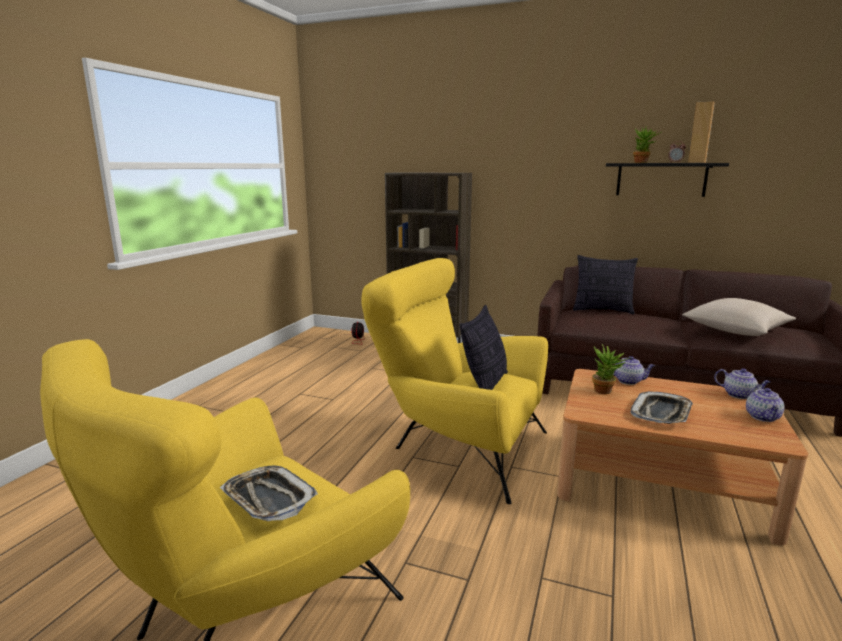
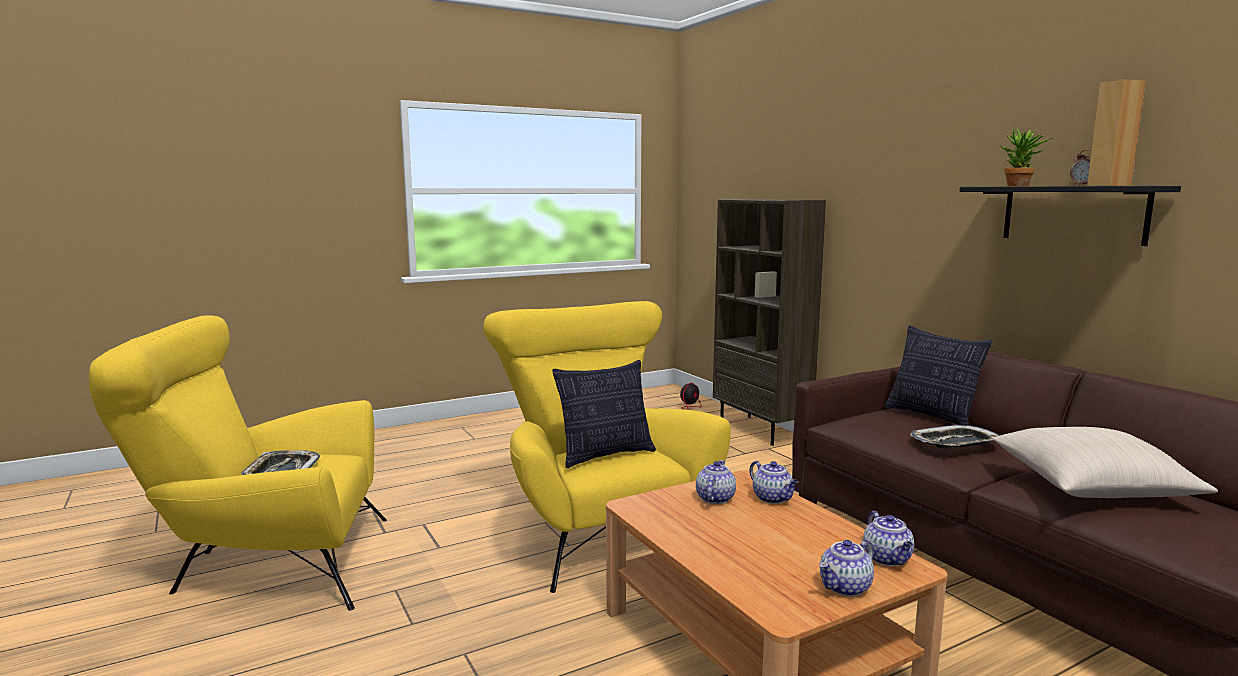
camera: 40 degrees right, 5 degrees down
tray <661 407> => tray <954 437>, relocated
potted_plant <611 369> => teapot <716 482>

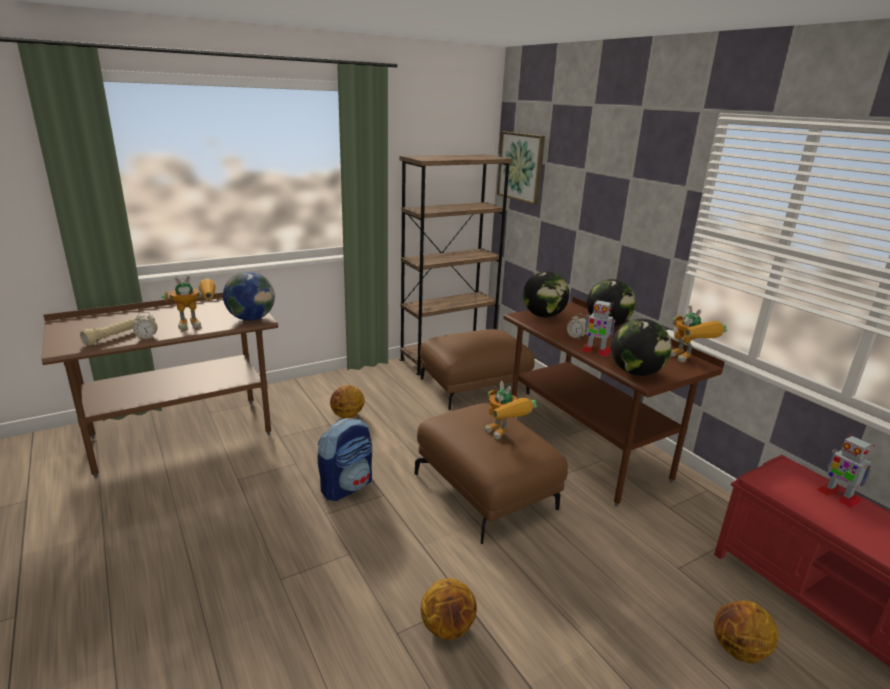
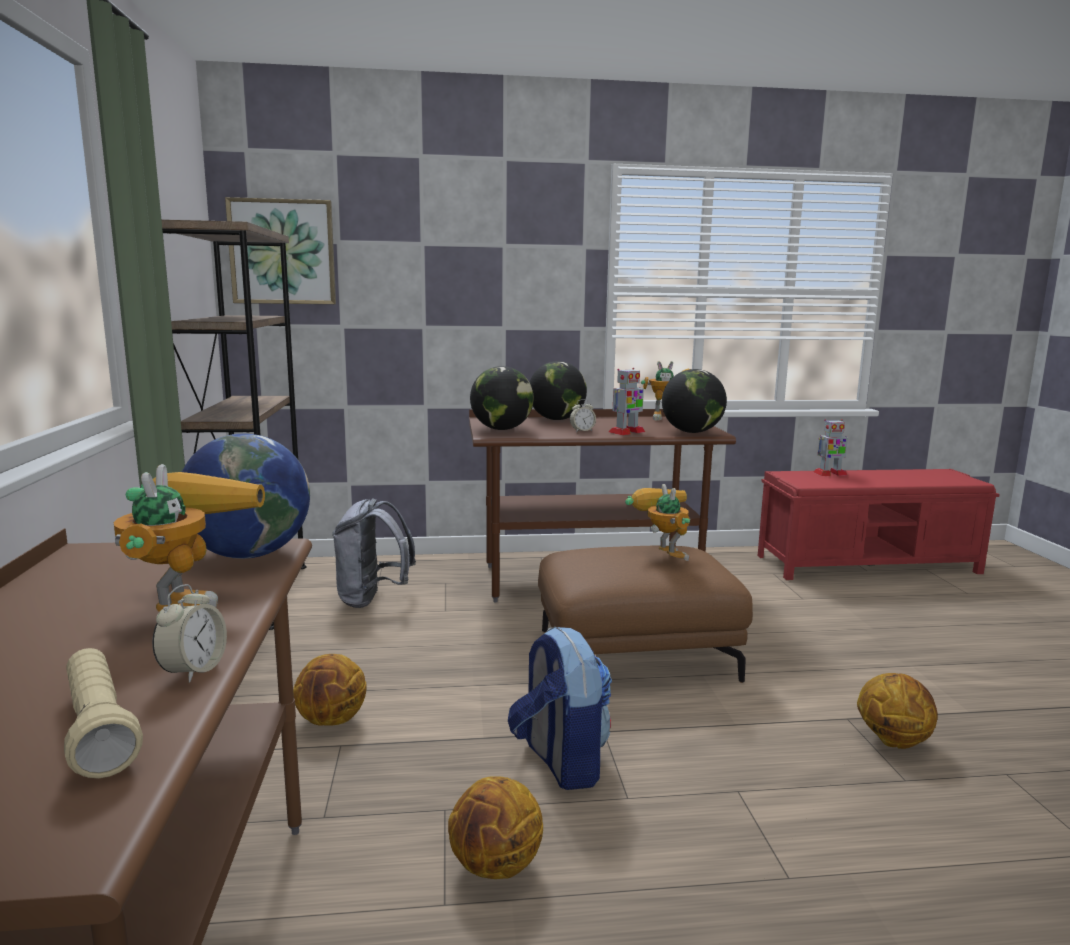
camera: 65 degrees left, 10 degrees down
basketball <746 632> => basketball <495 827>, relocated
brown_ottoman <477 369> => grey_backpack <374 553>
toy_robot <511 410> => toy_robot <657 522>, 105 degrees counterclockwise

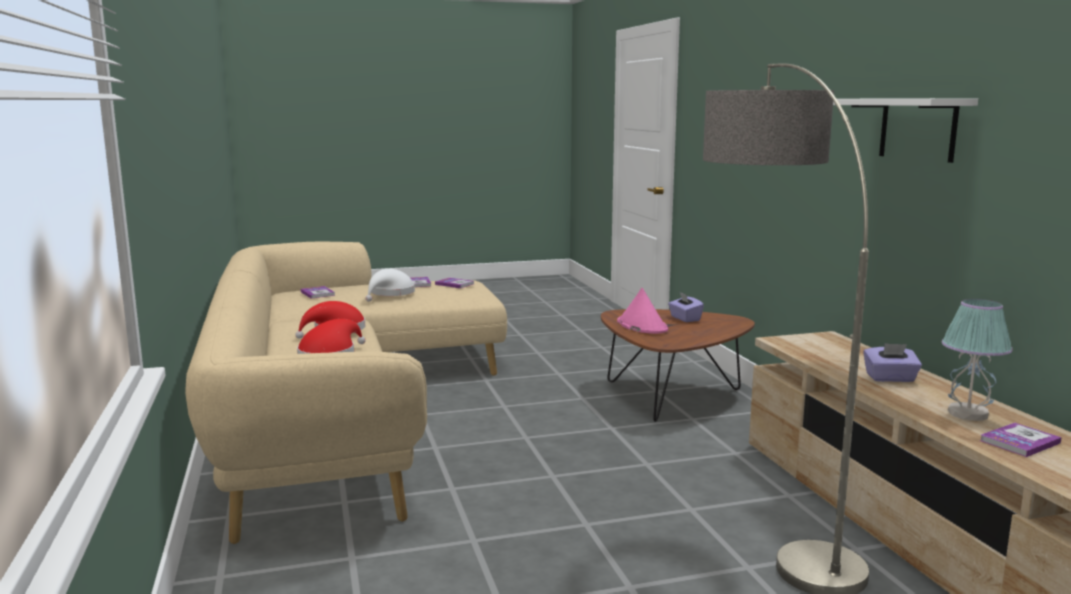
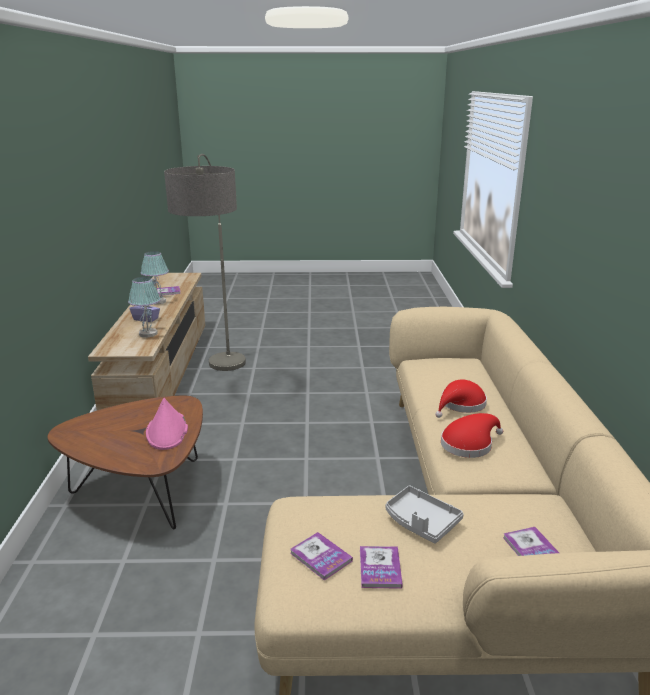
camera: 165 degrees left, 10 degrees up
purple_tissue_box <686 307> => nothing
white_shelf <905 130> => nothing
nothing => table_lamp <144 307>
white_hat <390 285> => grey_tray <425 514>

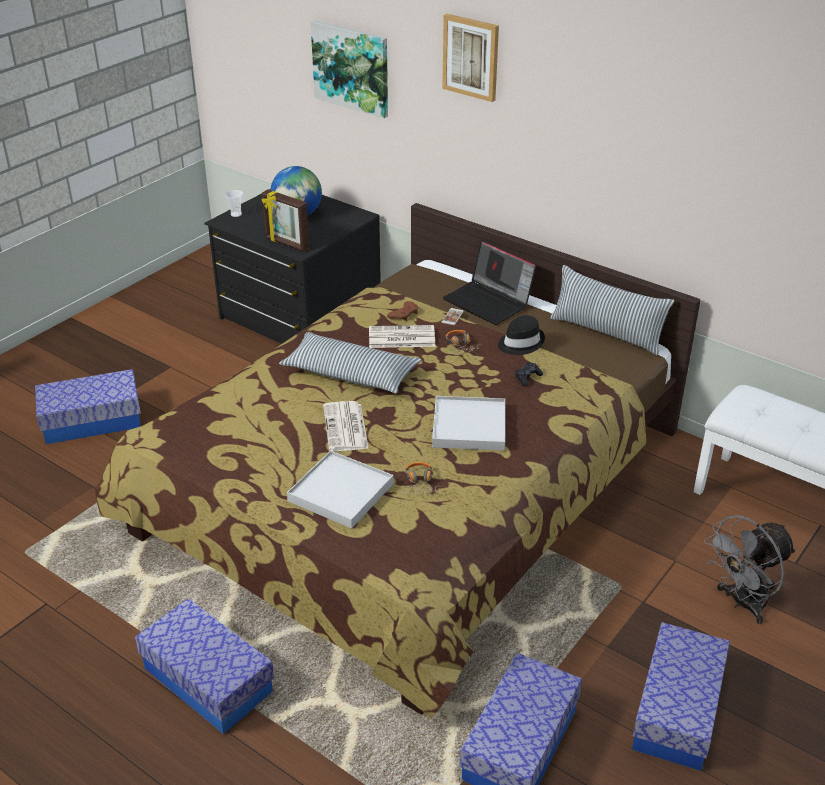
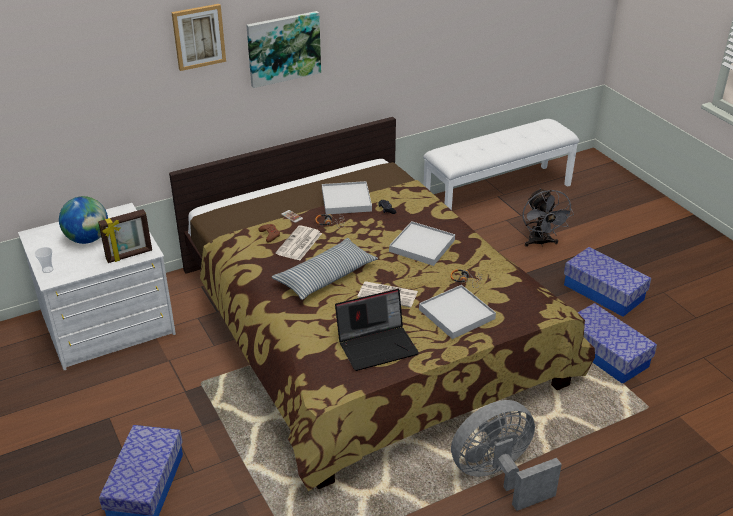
camera: 65 degrees left, 0 degrees up
pillow <612 310> => nothing
picture <349 69> => picture <283 49>, relocated
laptop <490 282> => laptop <377 330>, relocated
storage_box <204 666> => grey_fan <506 455>
black_hat <521 335> => white_tray <347 198>
black_dresser <292 266> => white_dresser <97 286>

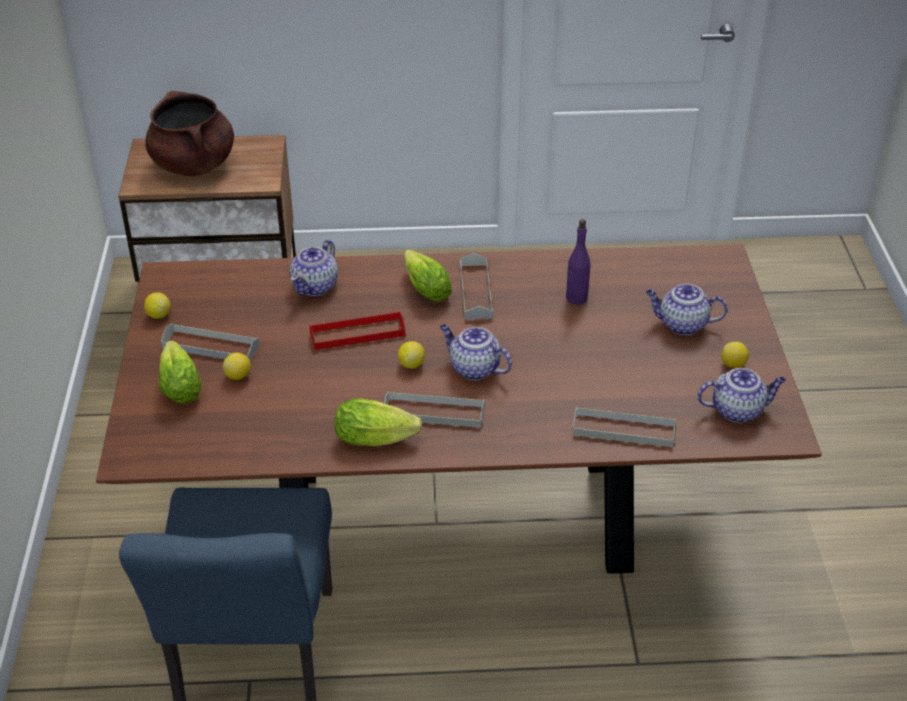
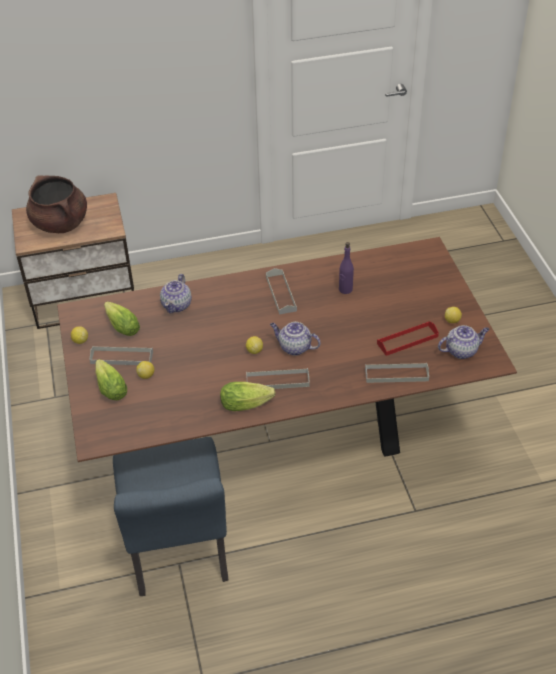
camera: 10 degrees left, 5 degrees up
teapot <686 309> => nothing
red_tray <357 330> => red_tray <408 338>, relocated
lettuce <428 275> => lettuce <122 318>, relocated

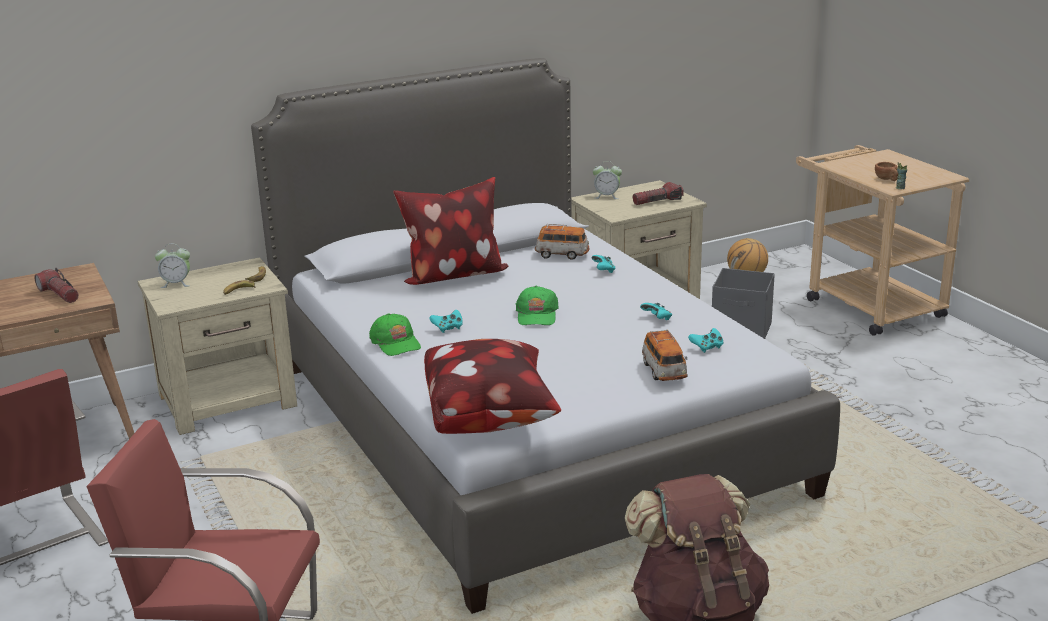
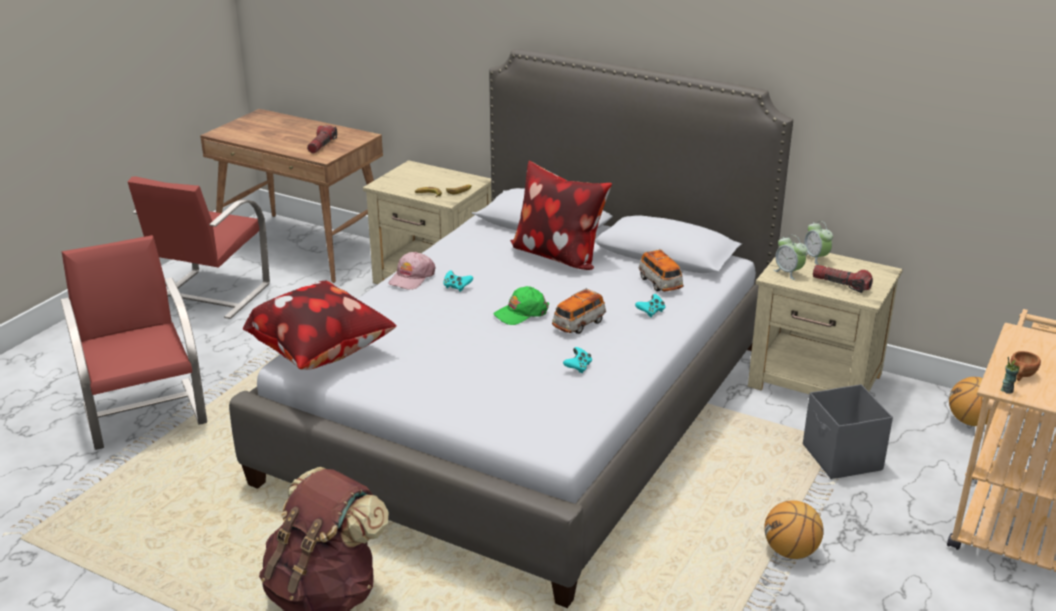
camera: 55 degrees right, 5 degrees up
turquoise_game_controller <705 340> => nothing
nothing => basketball <794 529>
alarm_clock <172 266> => alarm_clock <790 257>, relocated
toy_car <664 355> => toy_car <579 311>, relocated
green_cap <395 334> => pink_cap <412 271>

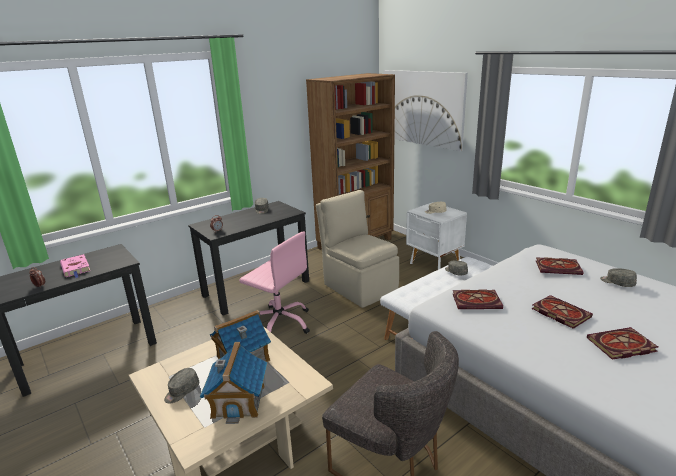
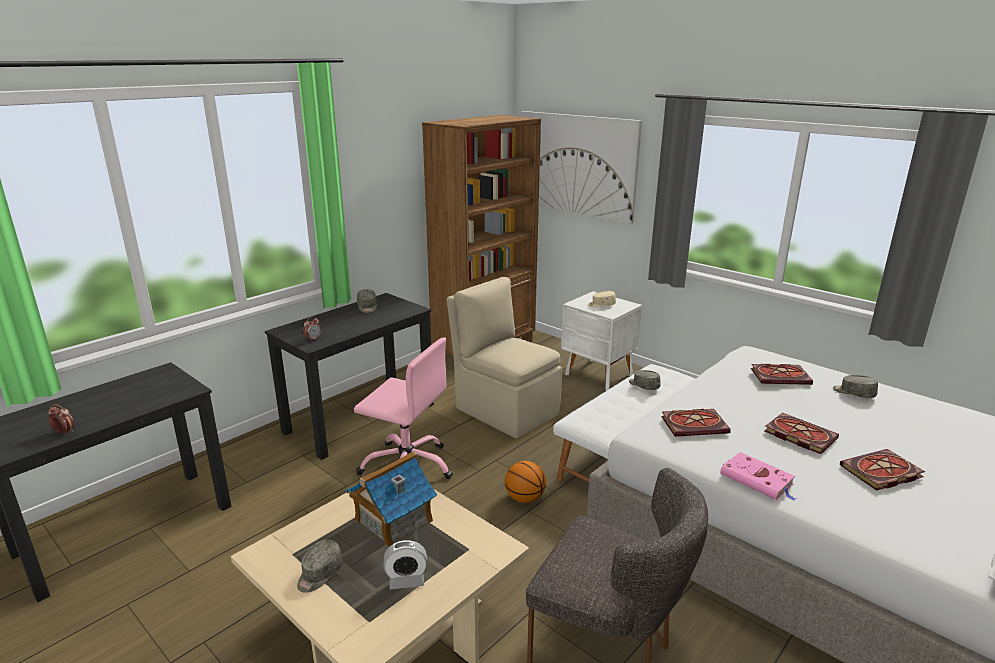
camera: 10 degrees left, 0 degrees up
nothing => basketball <525 482>
pink_book <75 266> => pink_book <758 476>, relocated
toy_house <233 383> => alarm_clock <405 564>

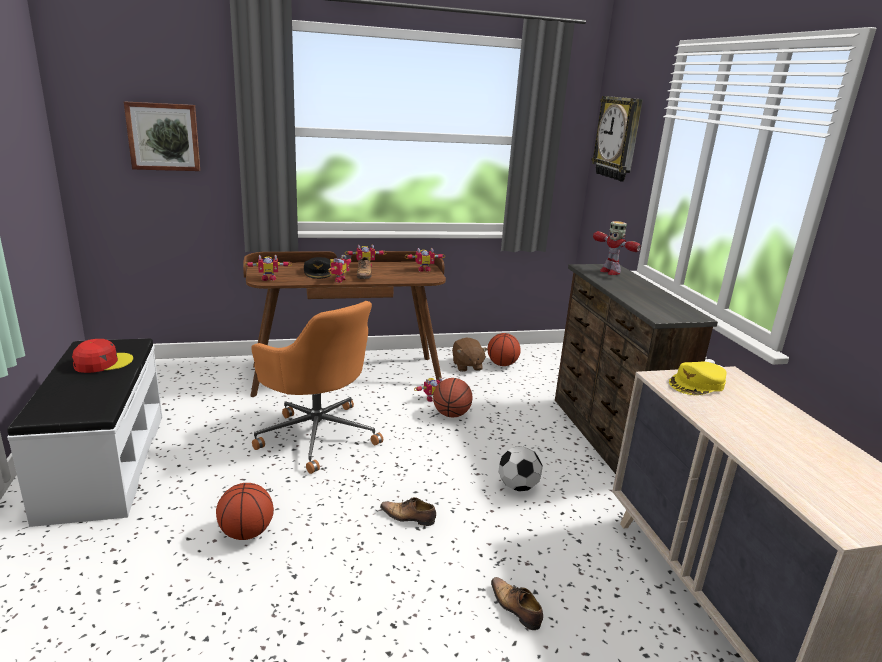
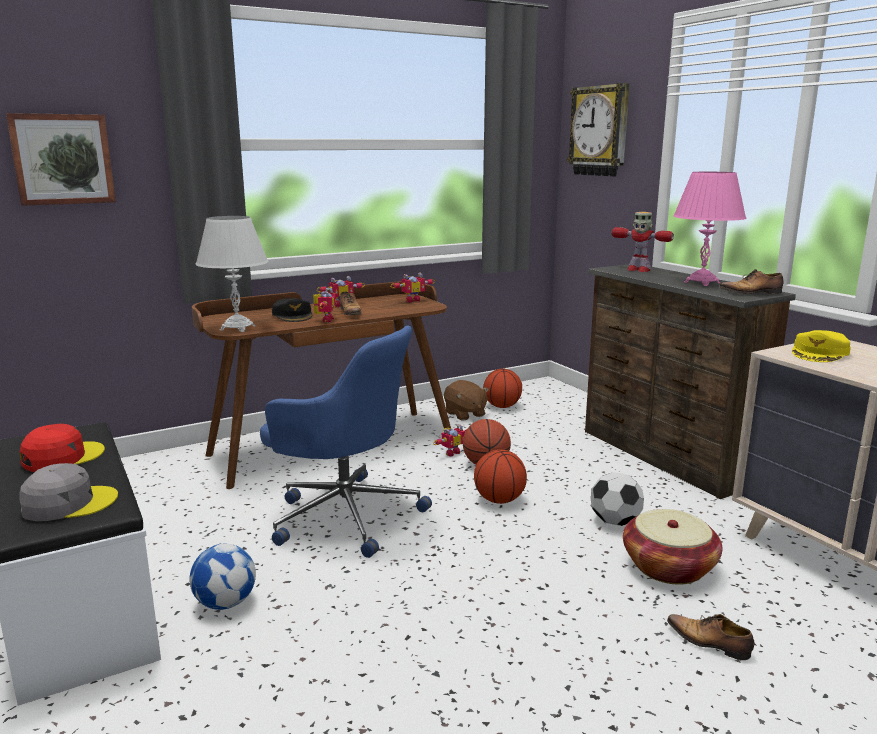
camera: 15 degrees left, 5 degrees down
nothing => grey_cap <68 492>
nothing => football <222 577>
nothing => basket <672 546>
nothing => pink_table_lamp <709 229>
basketball <245 511> => basketball <500 476>, relocated
shoe <408 511> => shoe <751 281>, relocated
toy_robot <268 268> => white_table_lamp <232 274>
orange_office_chair <317 387> => blue_office_chair <346 442>

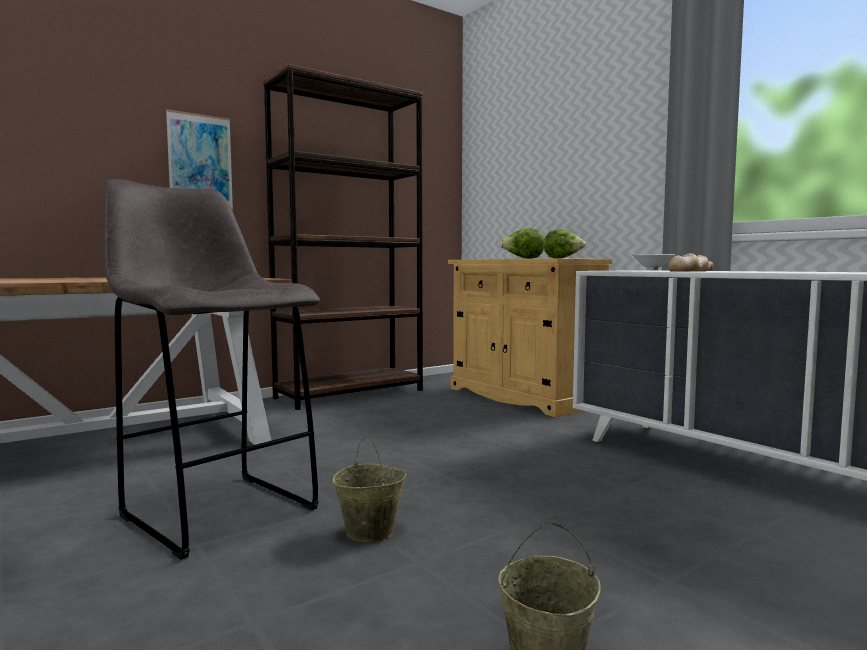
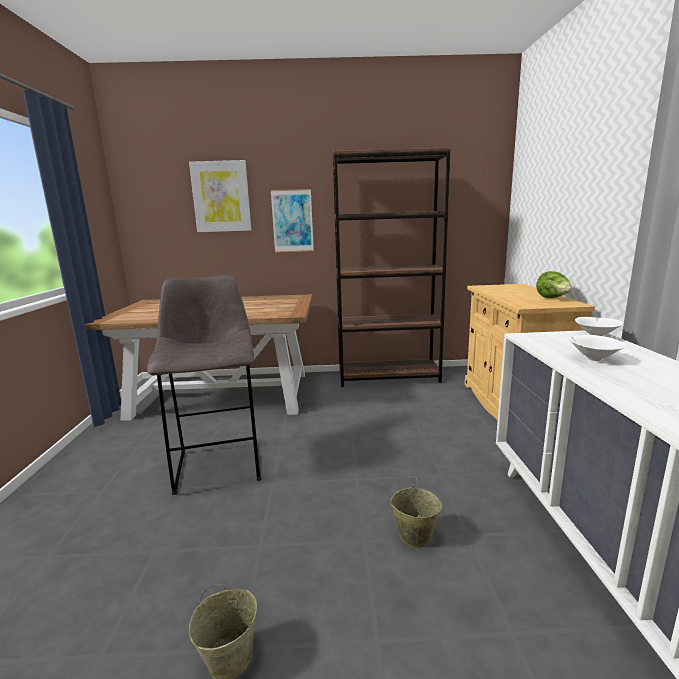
camera: 35 degrees right, 10 degrees up
lettuce <522 243> => nothing
nothing => picture <220 196>
beige_bucket <369 489> => beige_bucket <416 512>, relocated
bread <690 262> => white_bowl <597 348>

